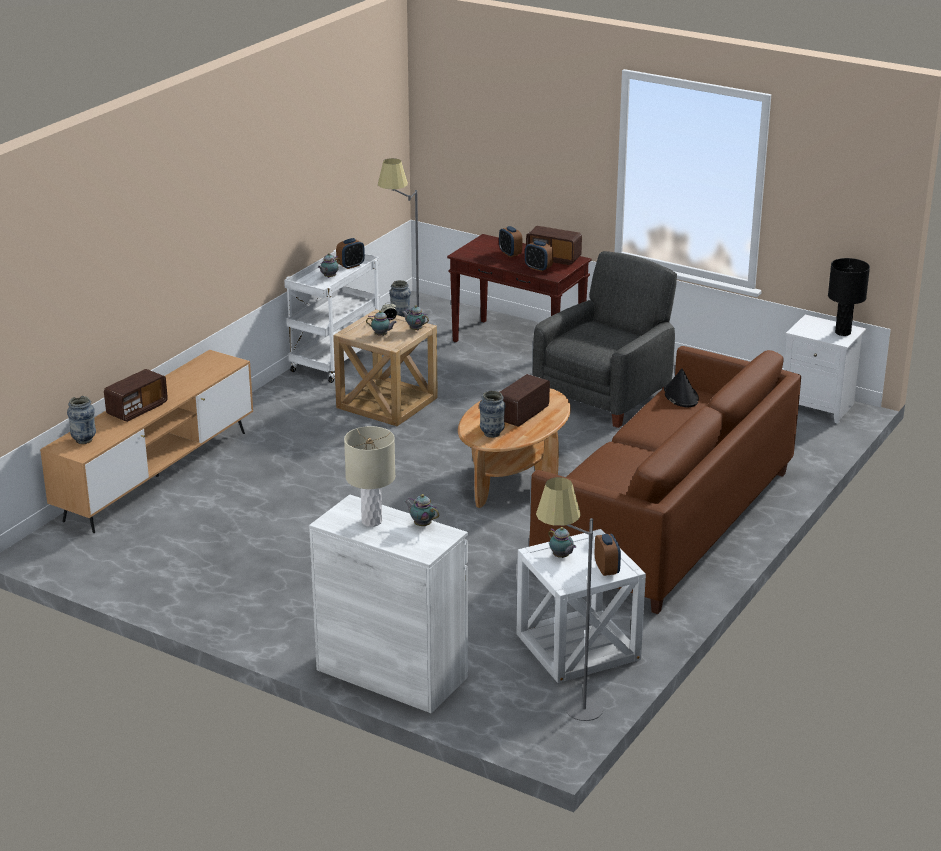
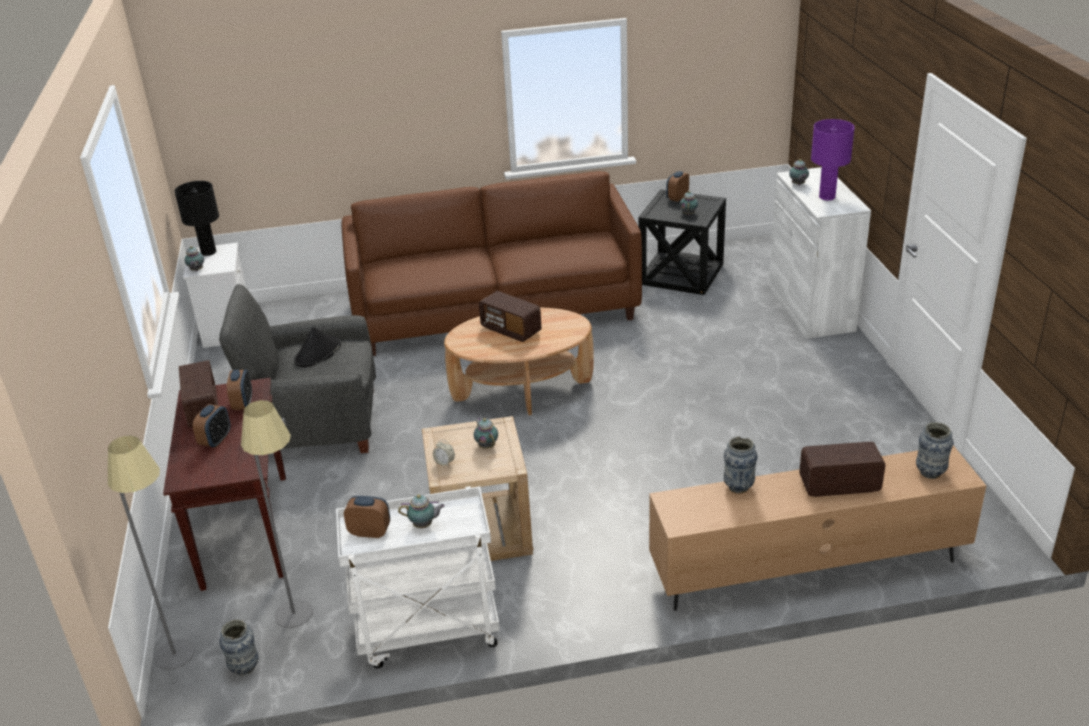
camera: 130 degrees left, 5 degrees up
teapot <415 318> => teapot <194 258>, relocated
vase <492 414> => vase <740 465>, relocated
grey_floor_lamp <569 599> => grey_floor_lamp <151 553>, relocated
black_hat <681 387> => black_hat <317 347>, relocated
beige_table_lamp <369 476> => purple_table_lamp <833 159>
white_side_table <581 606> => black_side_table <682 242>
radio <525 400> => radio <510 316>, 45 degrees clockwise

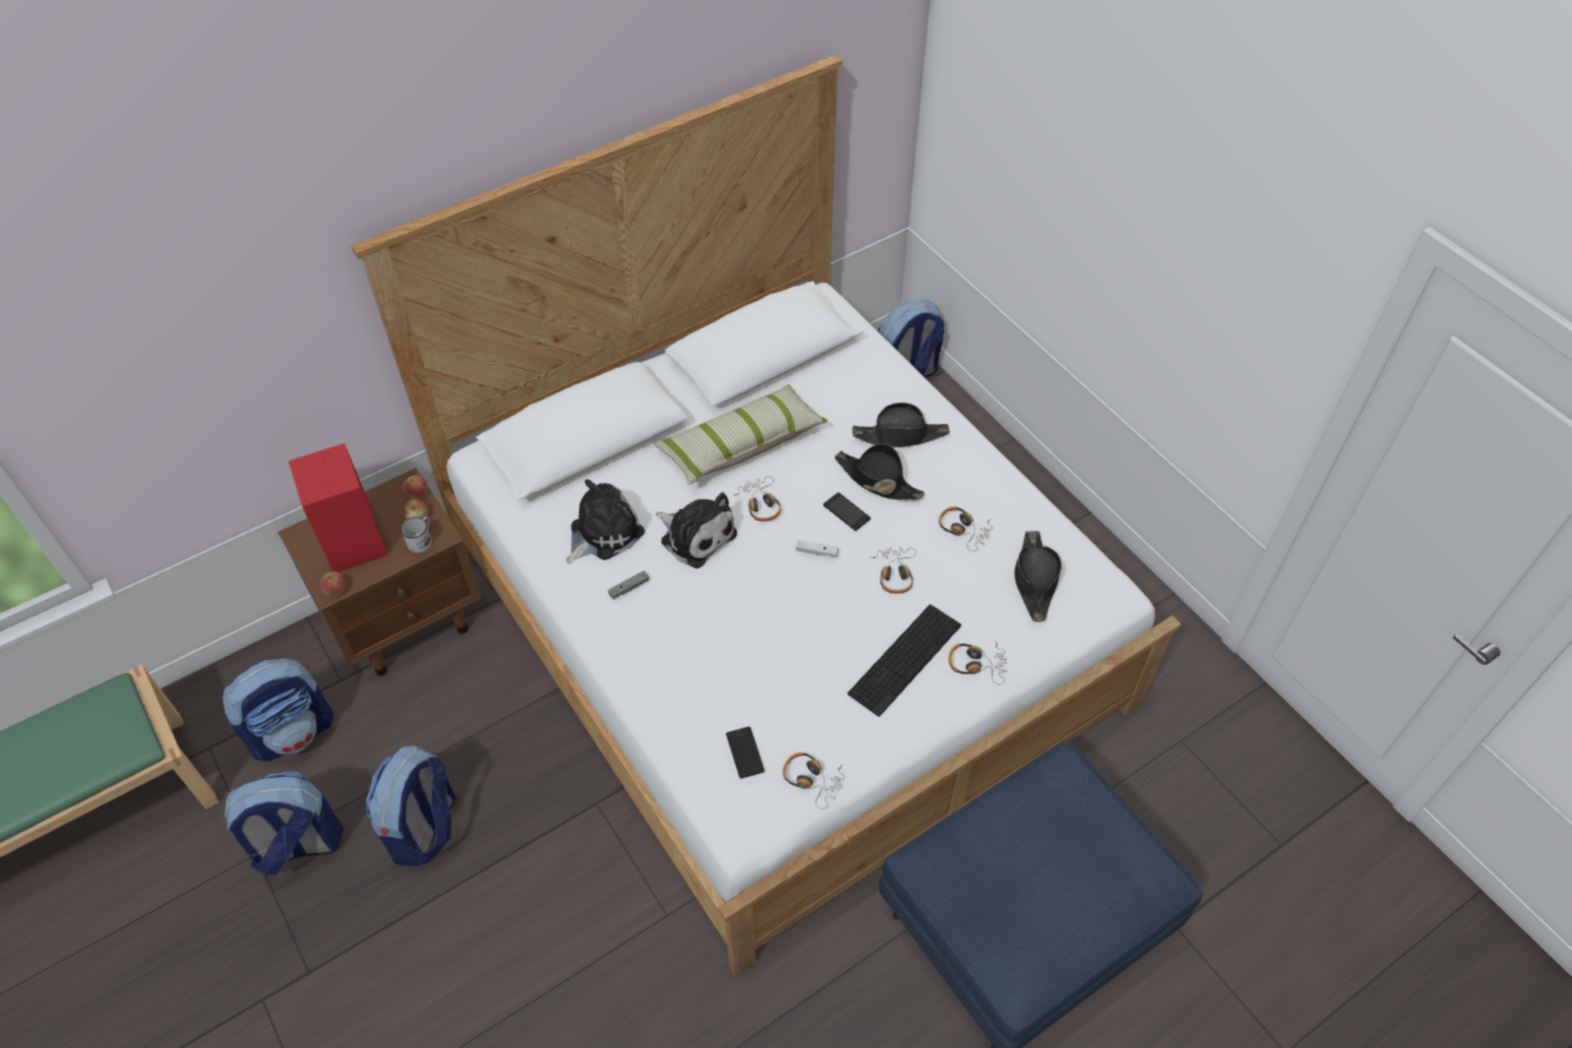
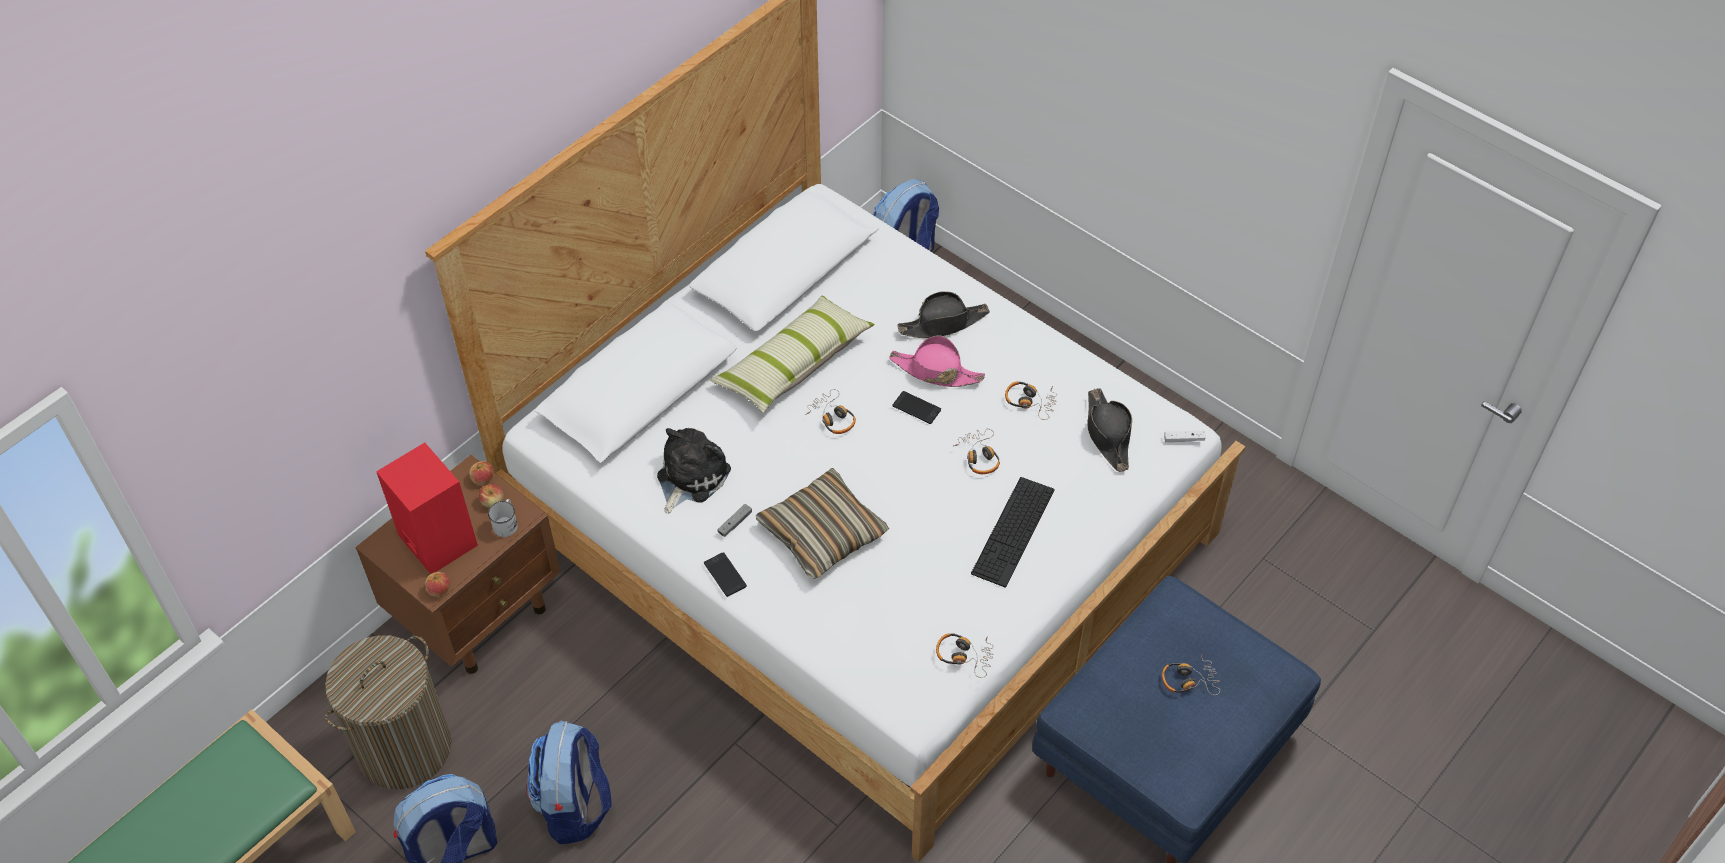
camera: 15 degrees left, 0 degrees up
plush_toy <696 530> => nothing
nothing => pillow <822 523>
phone <745 752> => phone <725 574>, relocated
white_game_controller <817 548> => white_game_controller <1185 436>, relocated
headphones <978 663> => headphones <1191 675>, relocated
backpack <278 710> => laundry_basket <388 712>
black_hat <879 472> => pink_hat <937 361>

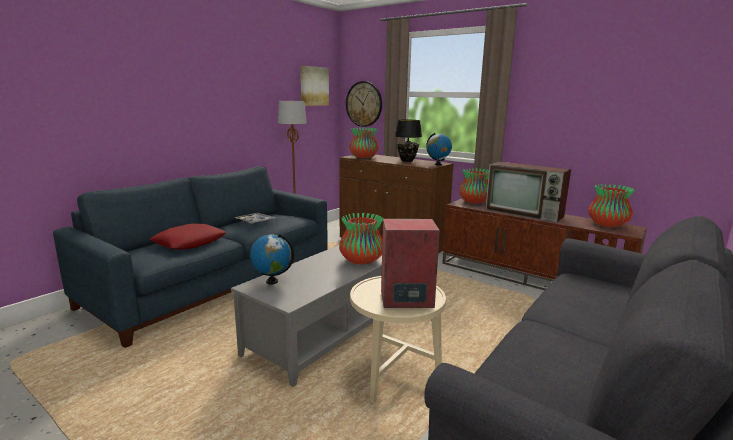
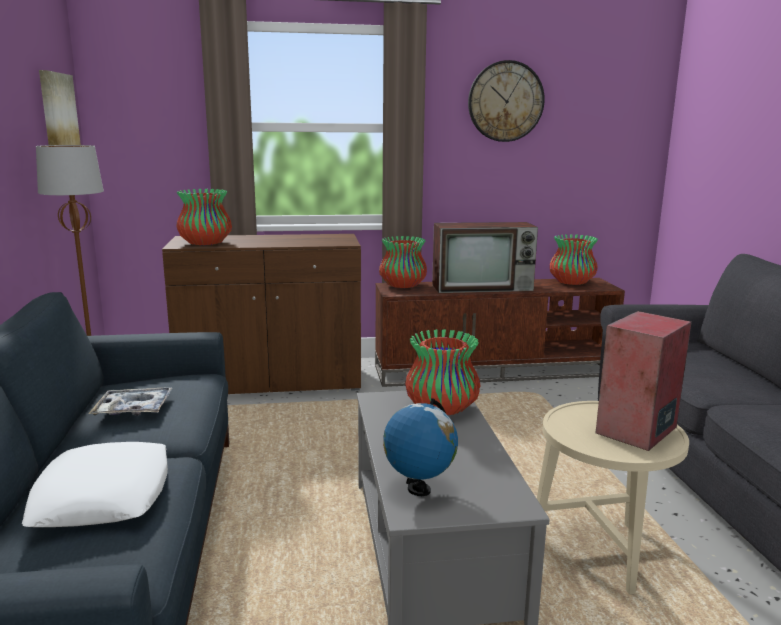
camera: 45 degrees left, 0 degrees up
black_table_lamp <408 140> => nothing
globe <439 149> => nothing
wall_clock <364 104> => wall_clock <506 101>, relocated
red_pillow <188 236> => white_pillow <95 484>

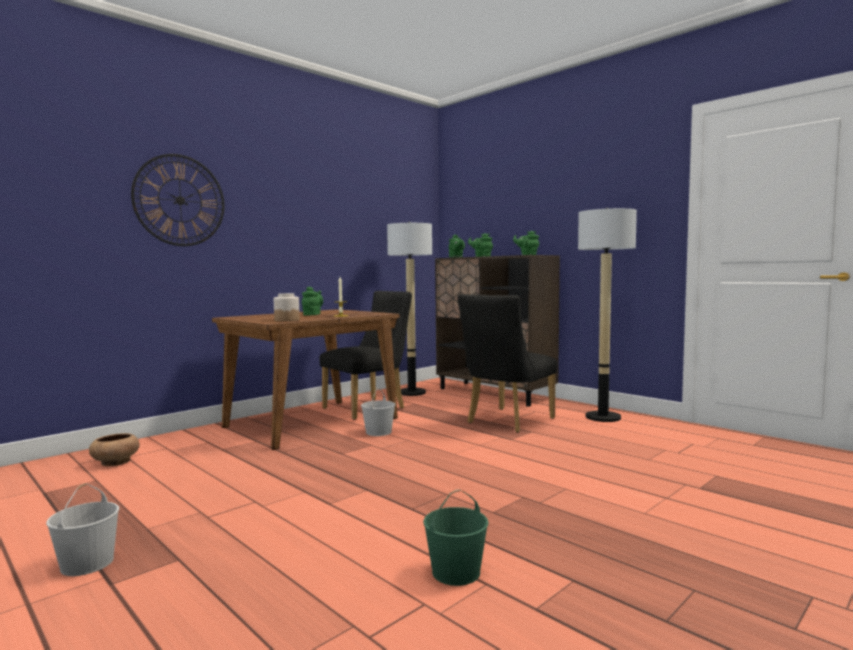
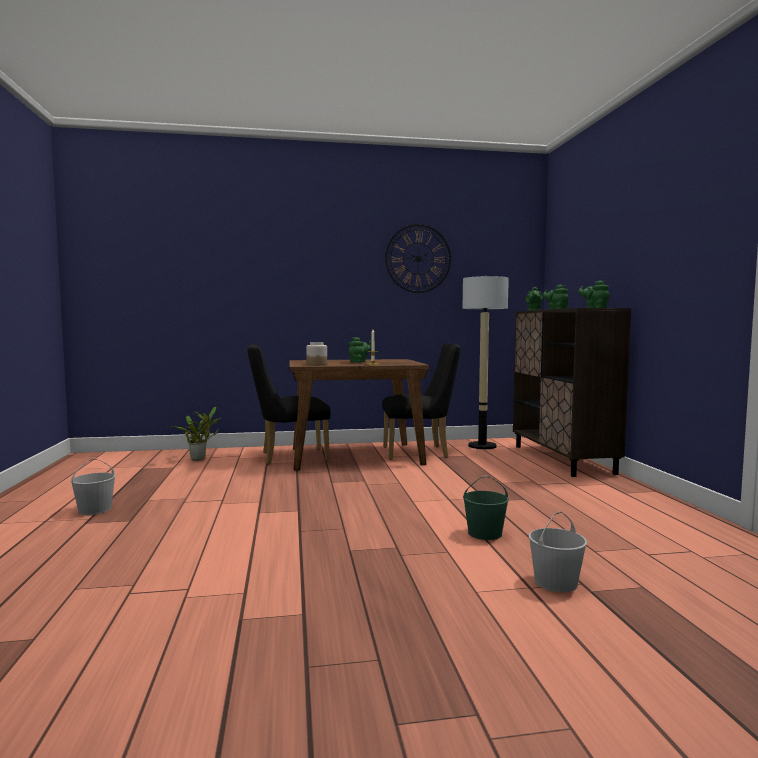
camera: 35 degrees right, 0 degrees up
floor_lamp <607 315> => nothing
wall_clock <177 200> => wall_clock <418 258>, relocated
white_bucket <378 412> => white_bucket <558 552>, relocated
green_bucket <456 537> => green_bucket <486 508>, relocated
black_chair <507 363> => black_chair <289 404>, relocated
brown_bowl <114 449> => potted_plant <195 434>

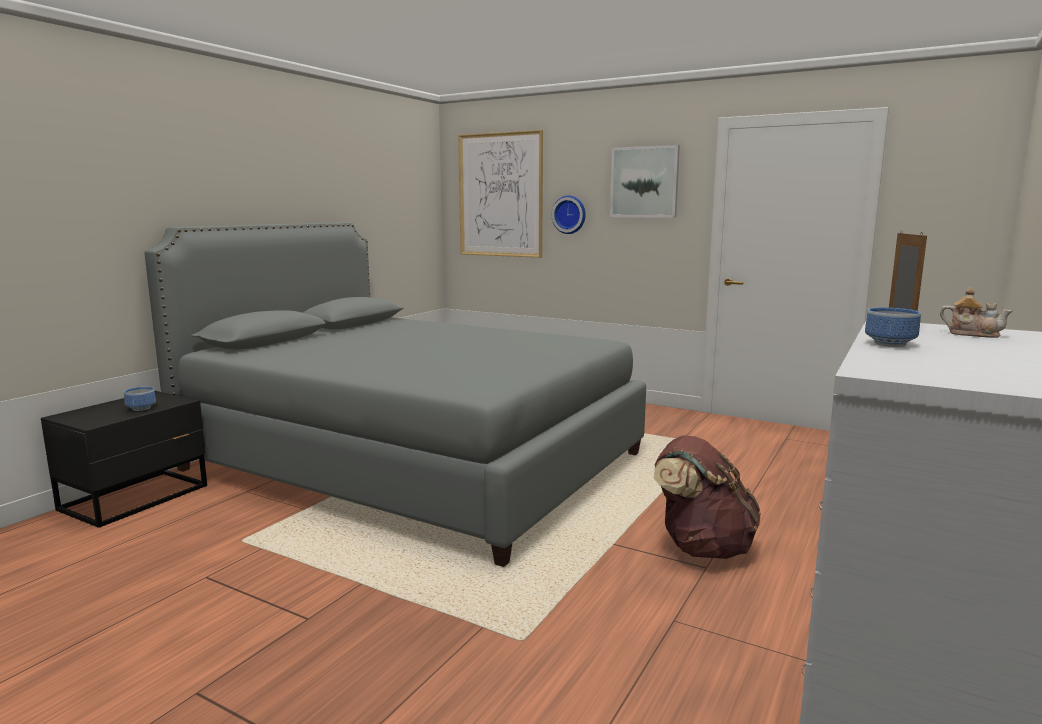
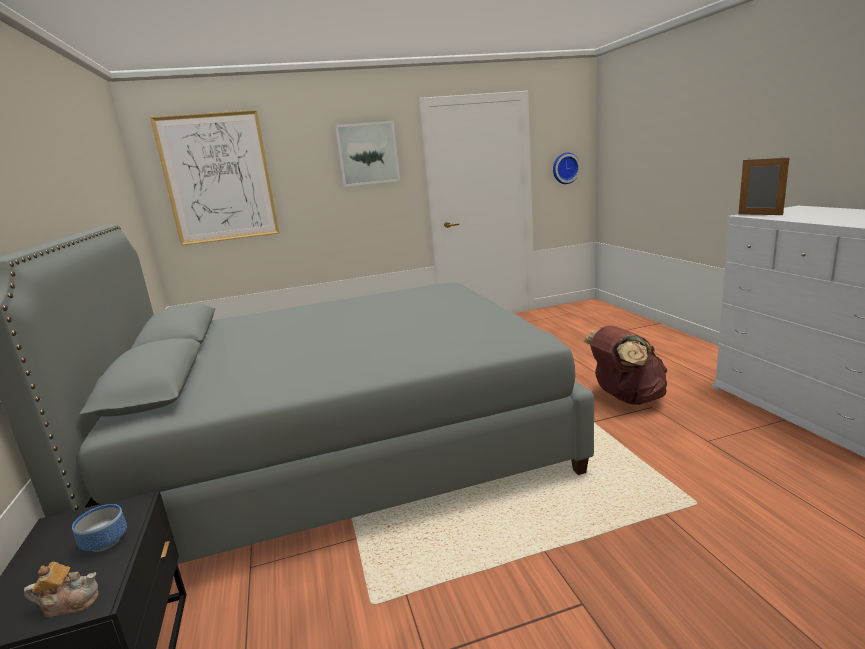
camera: 45 degrees left, 5 degrees up
bowl <893 327> => nothing
wall_clock <569 214> => wall_clock <566 168>, relocated
teapot <976 313> => teapot <61 589>, relocated

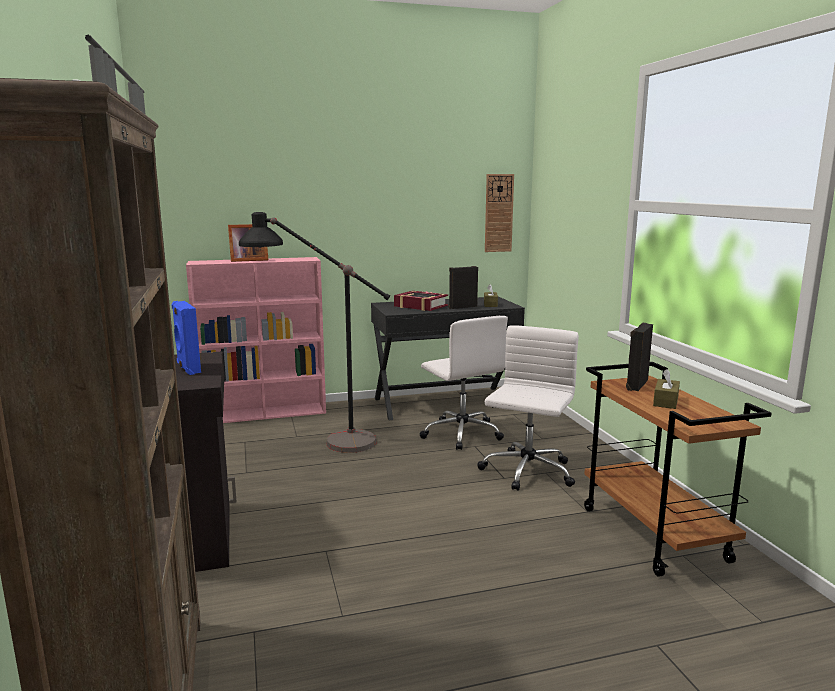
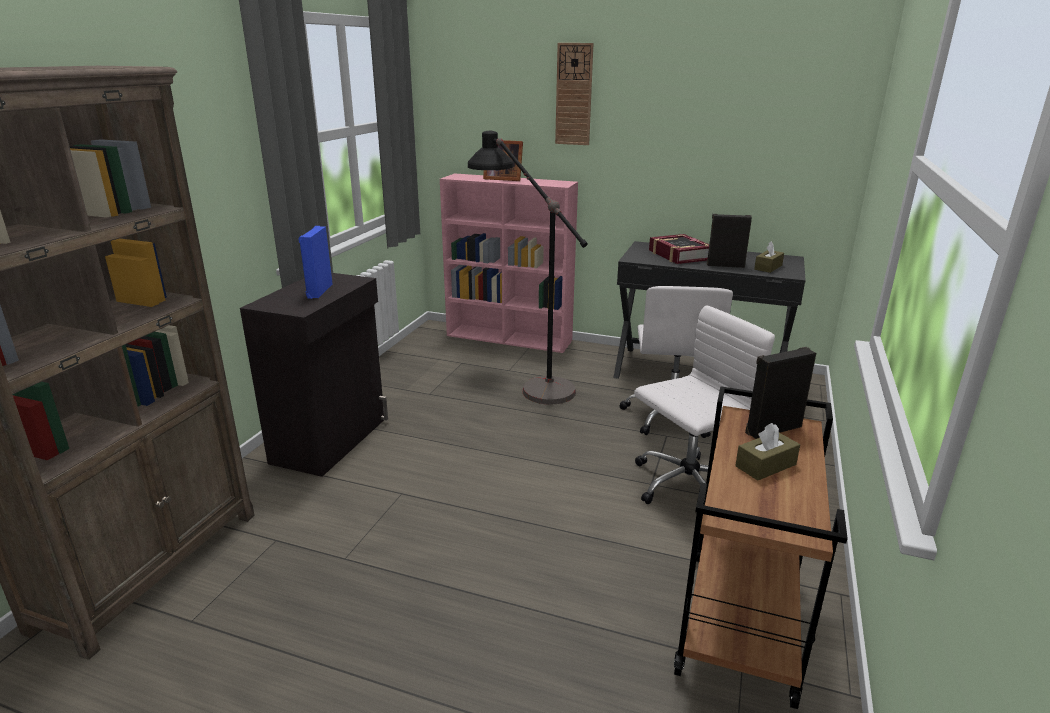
camera: 35 degrees right, 10 degrees up
wall_clock <499 213> => wall_clock <574 94>, relocated

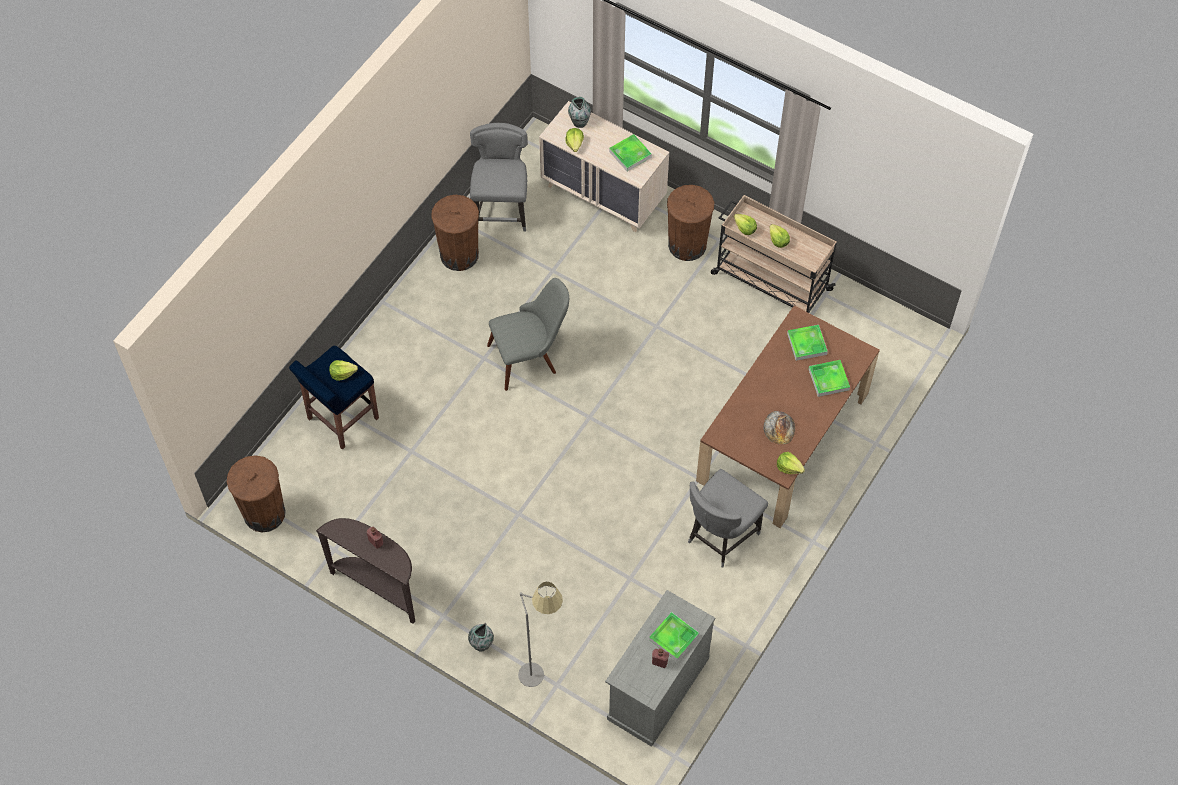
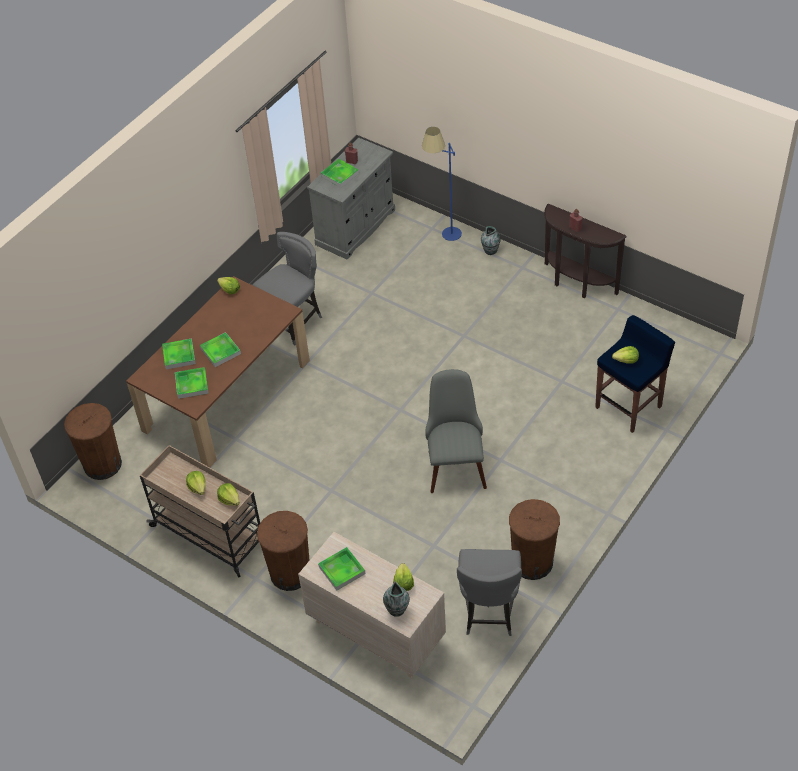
camera: 175 degrees left, 10 degrees down
bread <779 427> => nothing
nothing => tray <220 349>
brown_trash_can <256 494> => brown_trash_can <93 441>, relocated
grey_floor_lamp <540 634> => blue_floor_lamp <442 184>
grey_chair <528 334> => grey_chair <456 431>, 105 degrees clockwise

